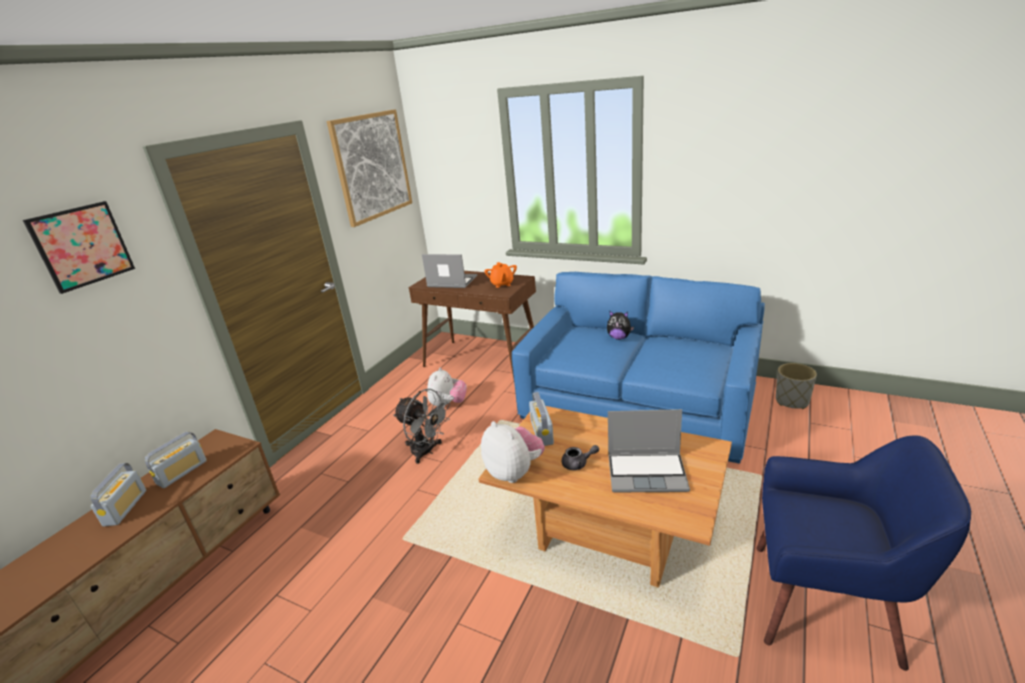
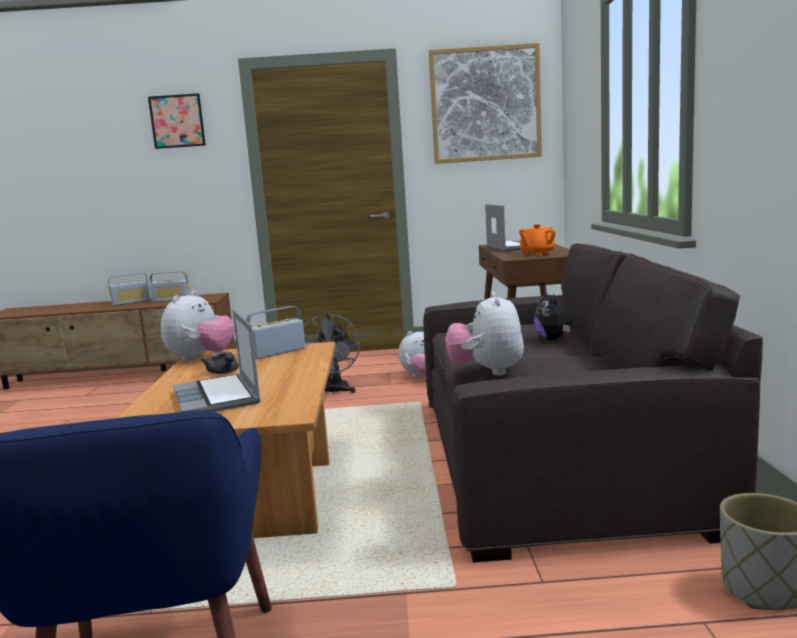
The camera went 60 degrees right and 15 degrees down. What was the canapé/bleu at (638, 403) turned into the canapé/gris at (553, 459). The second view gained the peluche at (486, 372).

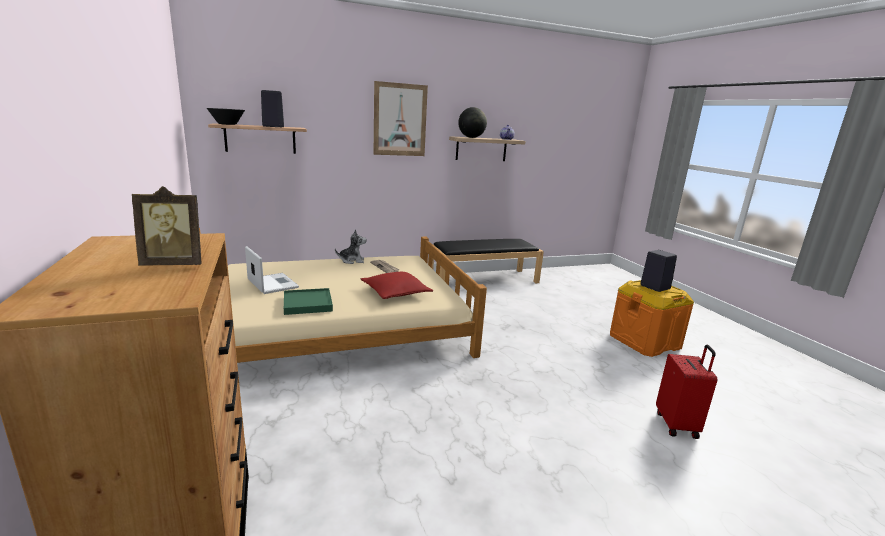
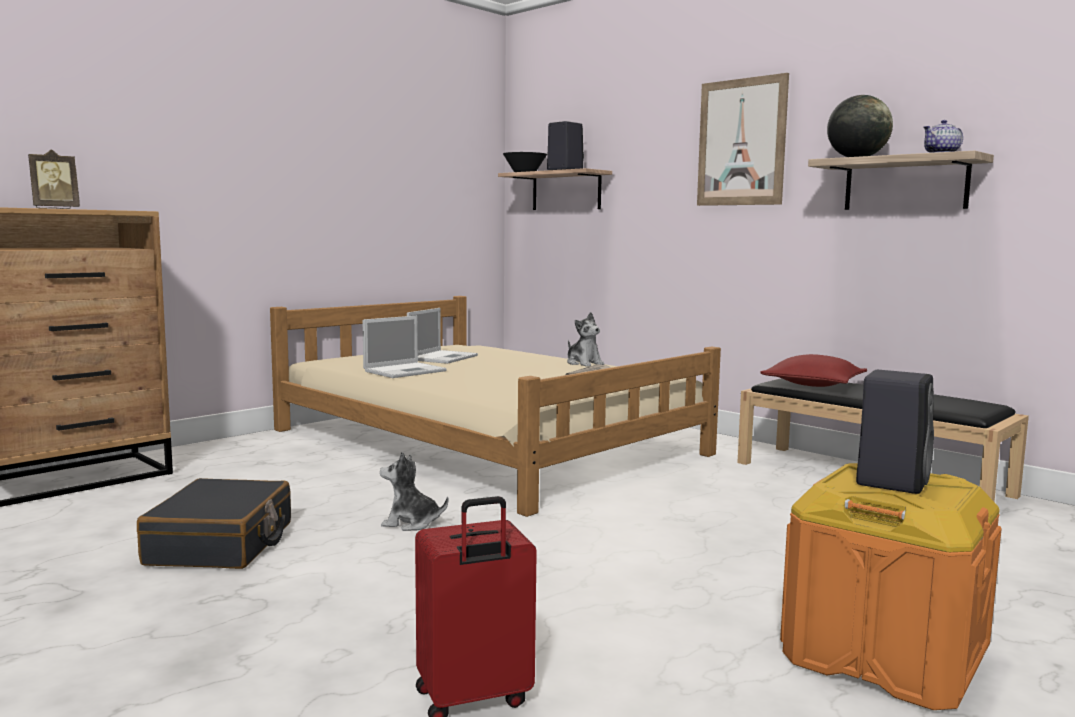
The camera went 65 degrees right and 10 degrees down. The cadre photo at (175, 264) ended up facing another way, 90 degrees counterclockwise from before. The coussin/rouge ended up elsewhere, having gone from (395, 292) to (813, 384). Where the plateau/vert stood at (307, 304), the ordinateur portable came to stand at (406, 371). The second view gained the peluche at (411, 523). The second view gained the valise/noir at (221, 544).

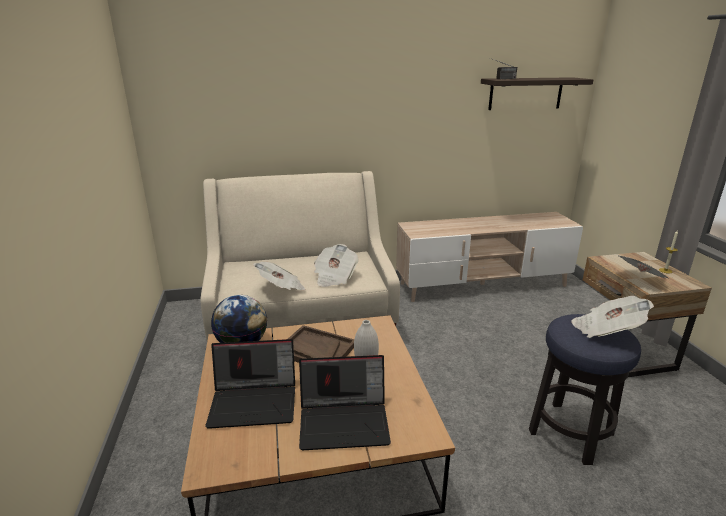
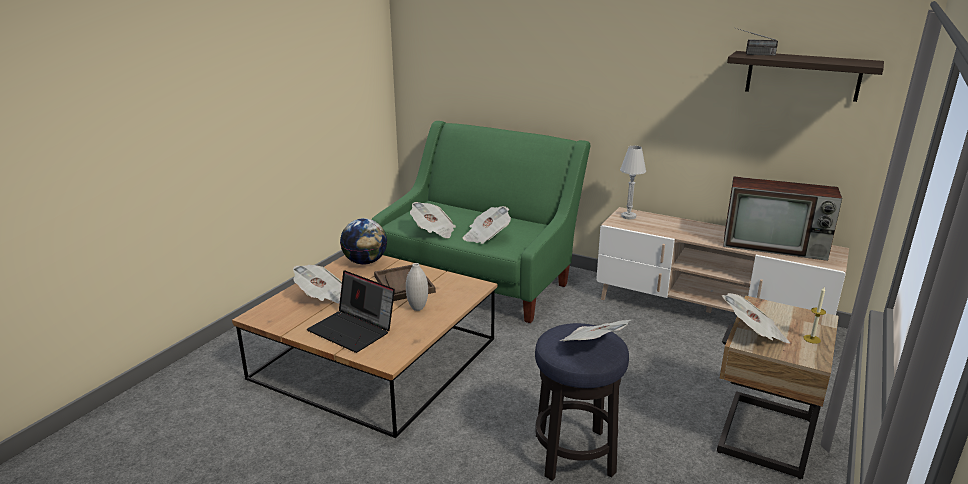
The camera went 40 degrees right and 0 degrees up. What was the canapé/beige at (302, 321) turned into the canapé/vert at (478, 278). Where the ordinateur portable stood at (255, 402), the journal came to stand at (323, 297). The second view gained the lampe de table/blanc at (628, 216). The second view gained the téléviseur at (776, 247).

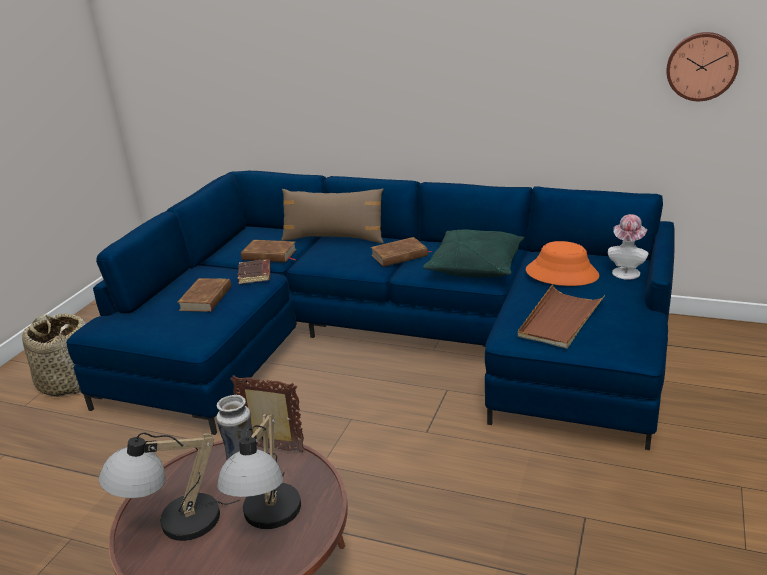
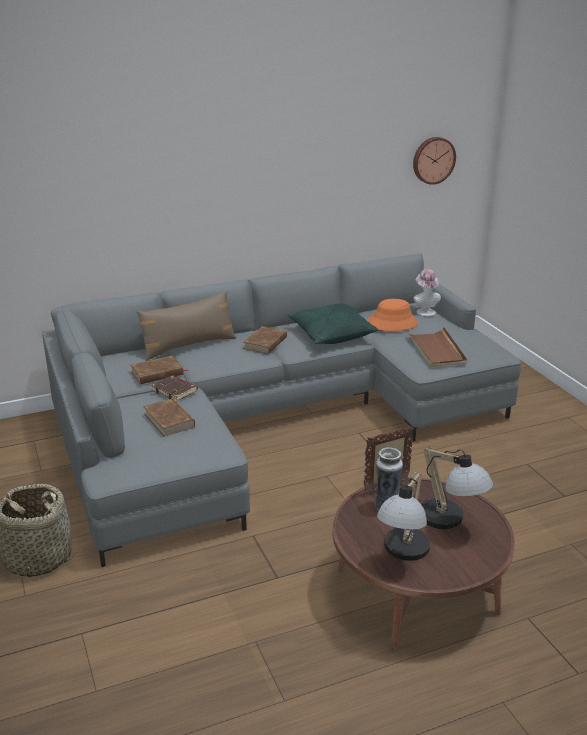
The camera went 45 degrees left and 0 degrees up. What was the canapé/bleu at (384, 341) turned into the canapé/gris at (268, 420).

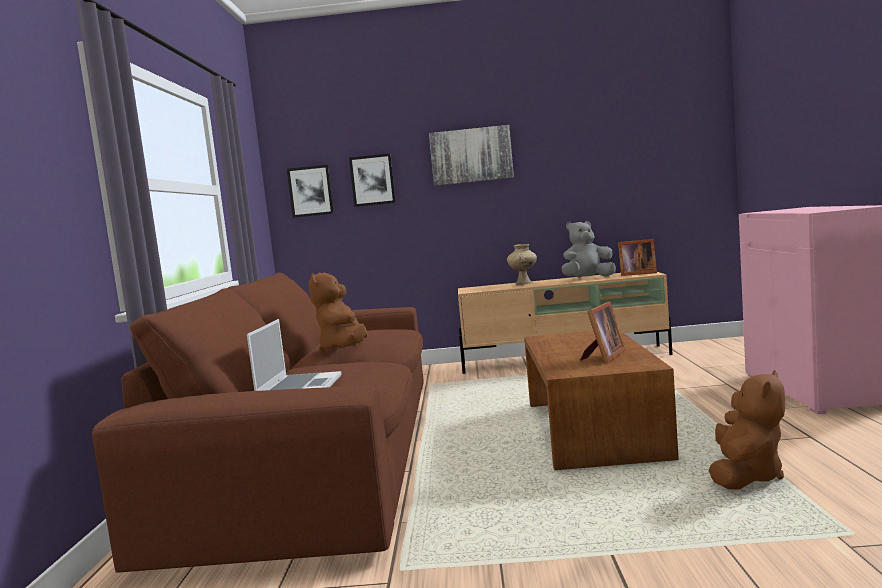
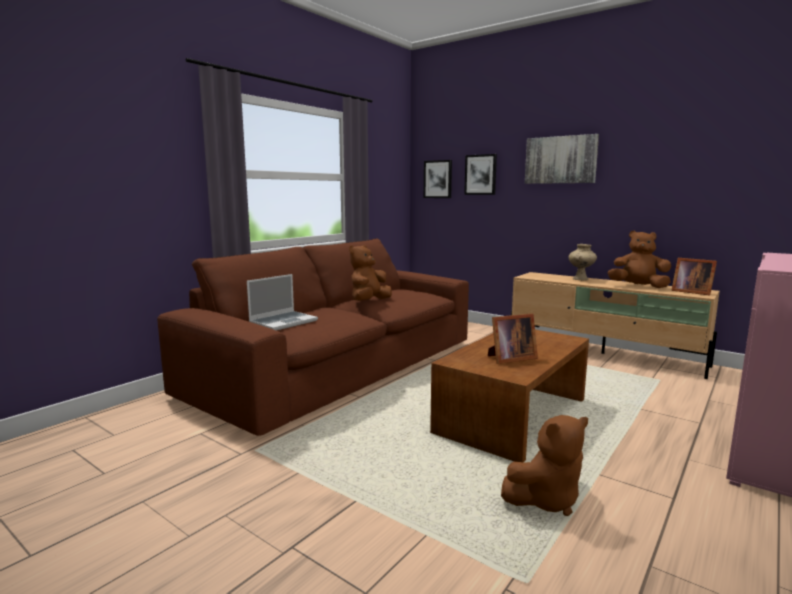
The camera went 35 degrees right and 5 degrees up. What was the peluche/gris at (587, 278) turned into the peluche/marron at (638, 286).

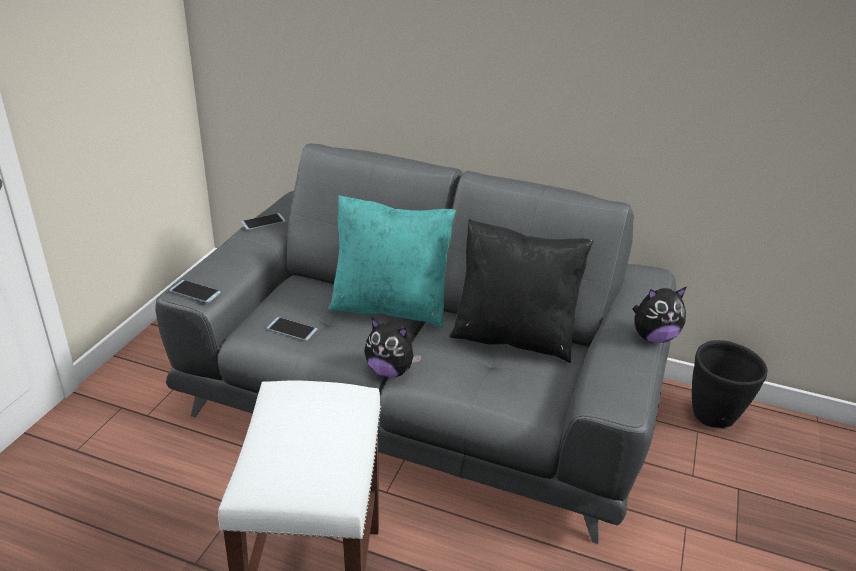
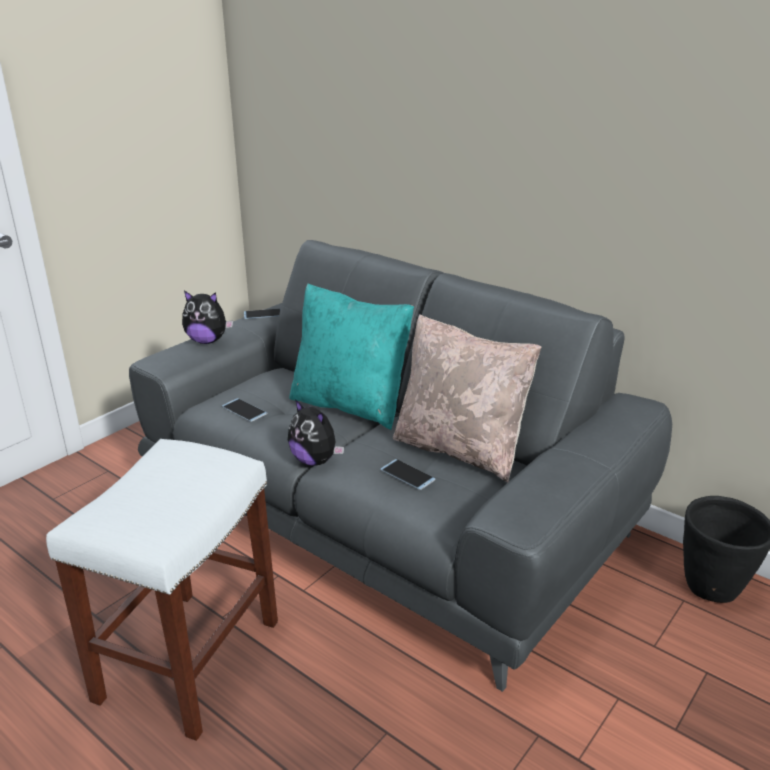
The camera went 20 degrees right and 5 degrees down. What was the coussin/noir at (513, 337) turned into the coussin/beige at (460, 449). The téléphone ended up elsewhere, having gone from (195, 292) to (407, 475). The peluche ended up elsewhere, having gone from (653, 337) to (207, 341).

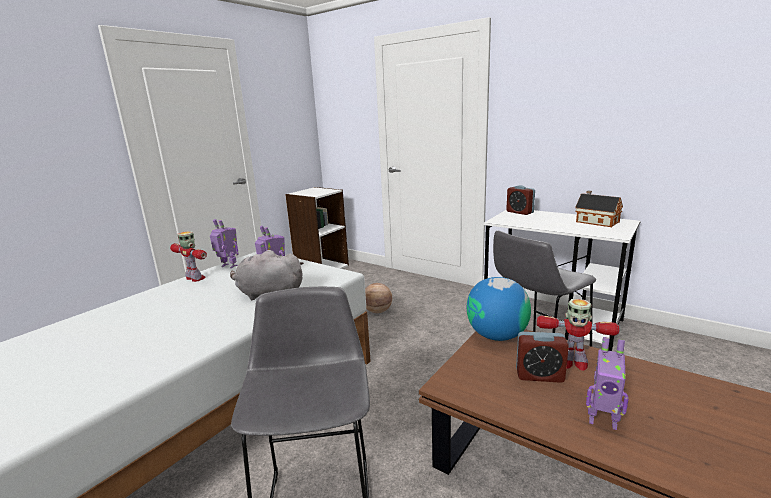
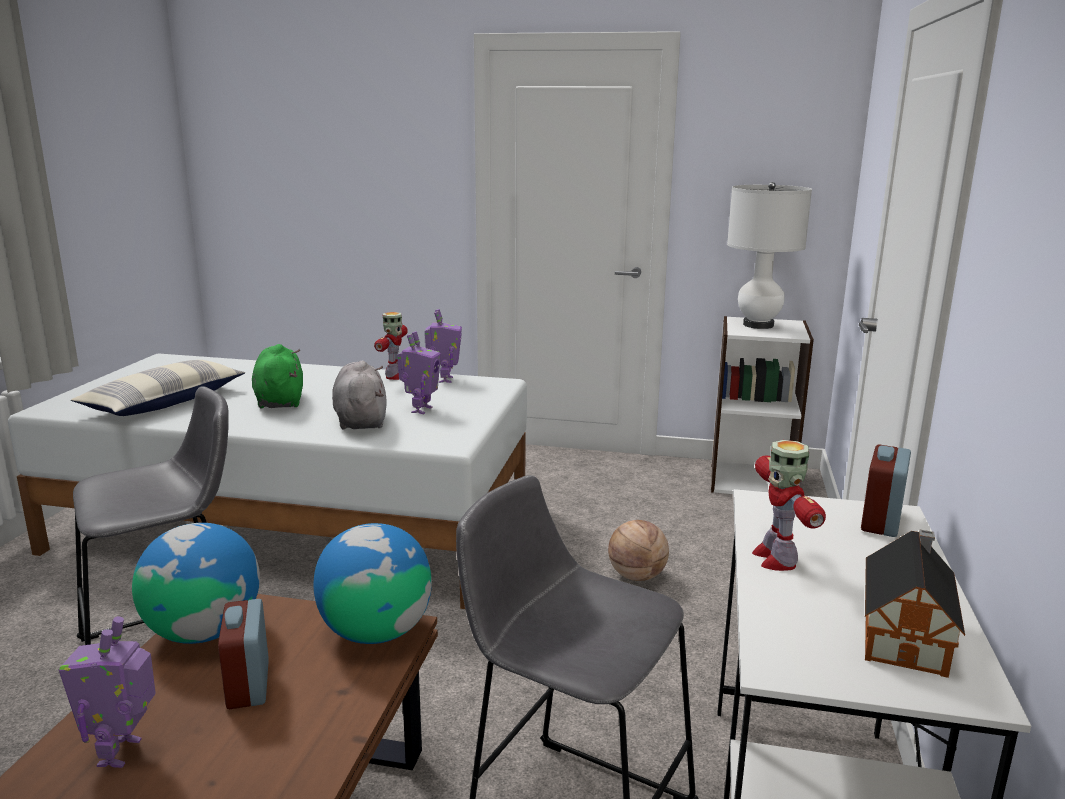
The camera went 65 degrees right and 0 degrees up. The robot jouet ended up elsewhere, having gone from (572, 363) to (775, 558). The second view gained the lampe de table/blanc at (758, 325). The second view gained the peluche/vert at (279, 400). The second view gained the coussin at (165, 402). The second view gained the globe at (204, 631).

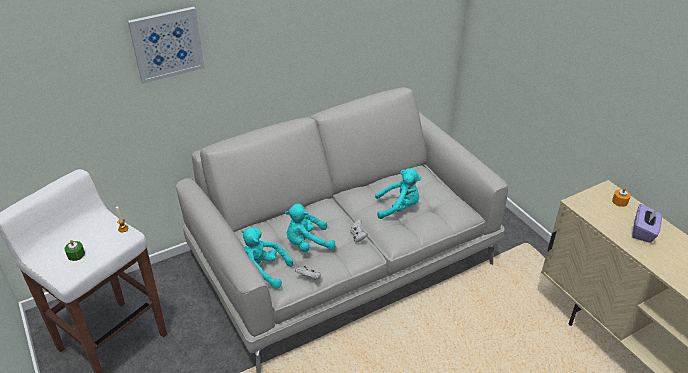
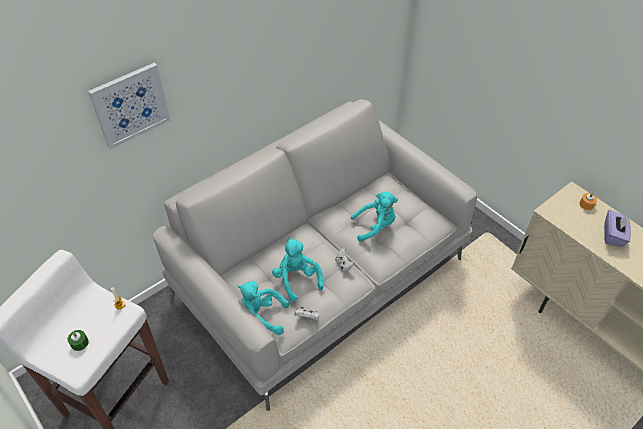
The camera went 10 degrees left and 10 degrees up. The peluche/turquoise at (307, 244) ended up facing another way, 90 degrees clockwise from before.

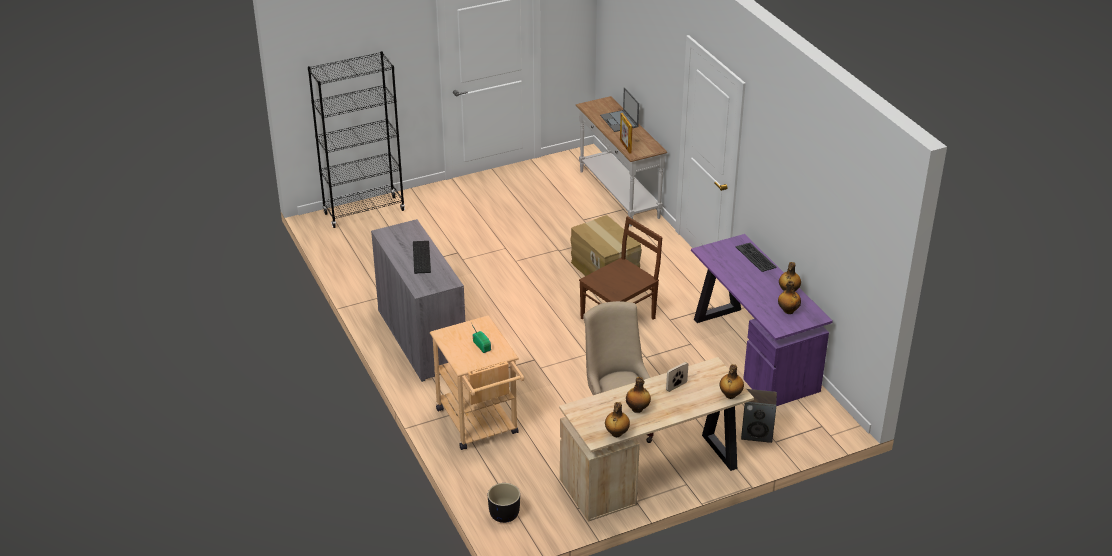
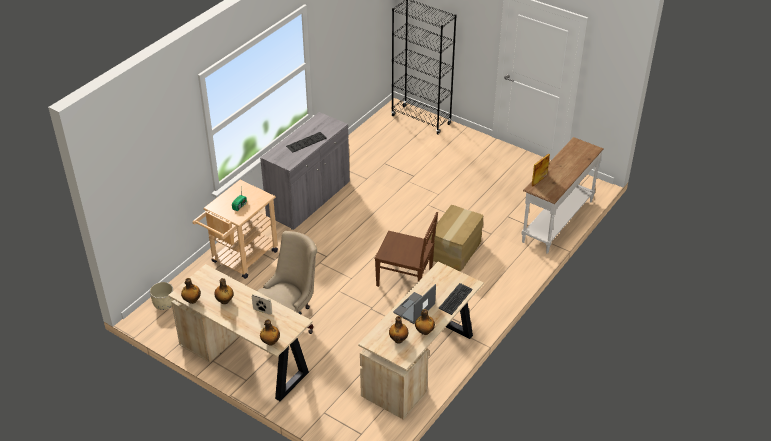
The camera went 60 degrees right and 5 degrees up. The ordinateur portable ended up elsewhere, having gone from (619, 121) to (414, 308). What was the bureau/violet at (752, 352) turned into the bureau/beige at (421, 364). The second view lost the enceinte at (757, 433). What was the cache-pot/noir at (503, 514) turned into the cache-pot/beige at (164, 304).

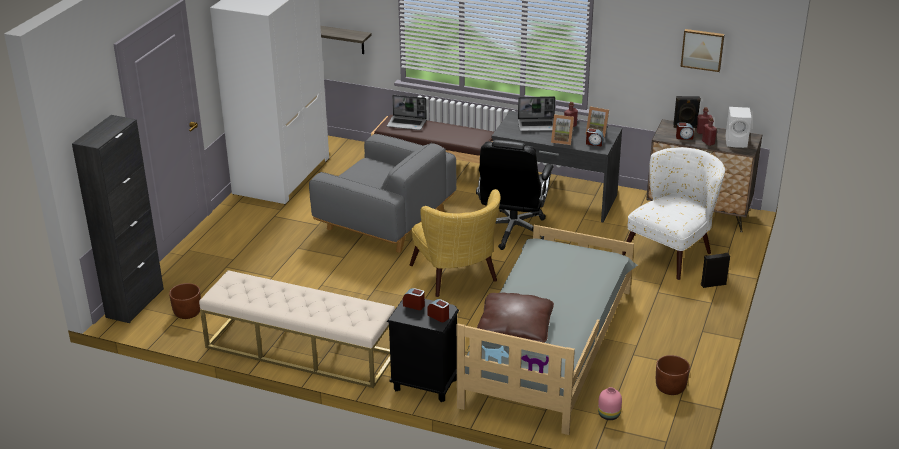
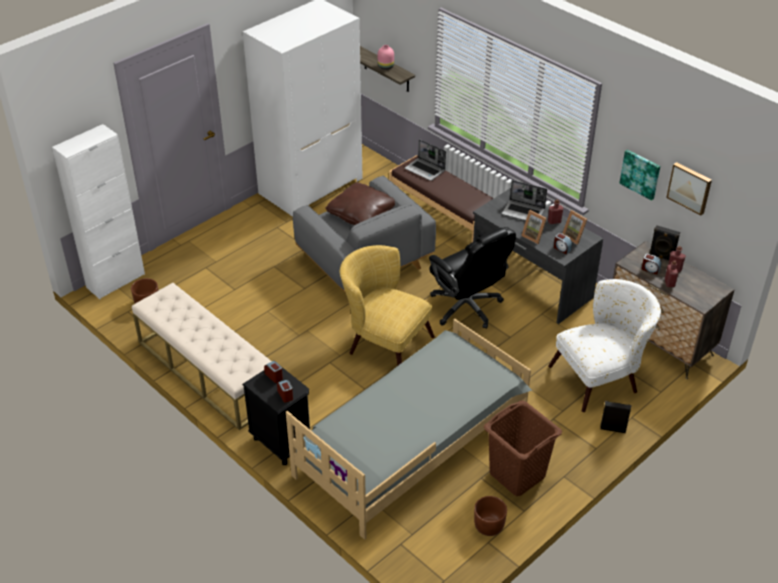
The camera went 25 degrees right and 10 degrees up. The second view lost the enceinte/blanc at (737, 142). What was the meuble de rangement/noir at (135, 303) turned into the meuble de rangement/blanc at (115, 281). The chaise de bureau/noir at (512, 231) ended up facing another way, 75 degrees counterclockwise from before. The fauteuil/jaune at (457, 278) ended up facing another way, 120 degrees clockwise from before. The coussin/marron ended up elsewhere, having gone from (515, 330) to (361, 214). The vase/rose ended up elsewhere, having gone from (608, 415) to (385, 67). The second view gained the tableau at (640, 174). The second view gained the panier à linge/marron at (517, 475).

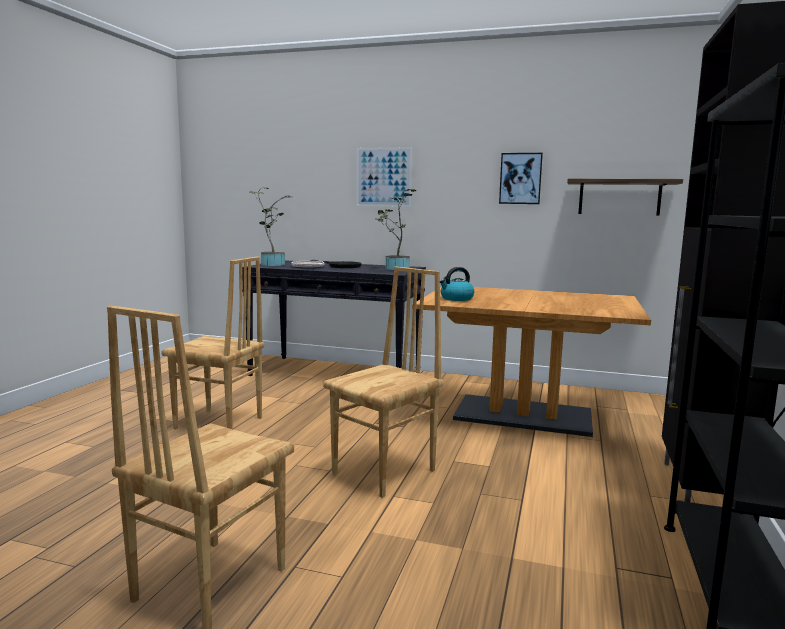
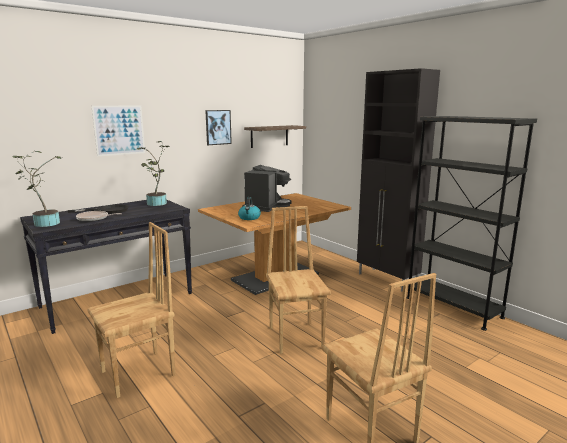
The camera went 55 degrees left and 5 degrees up. The second view gained the machine à café at (266, 206).

